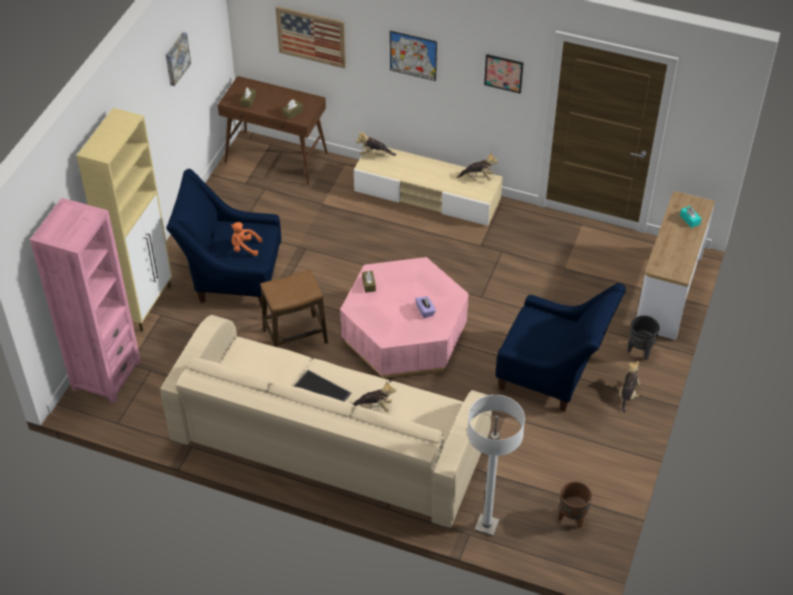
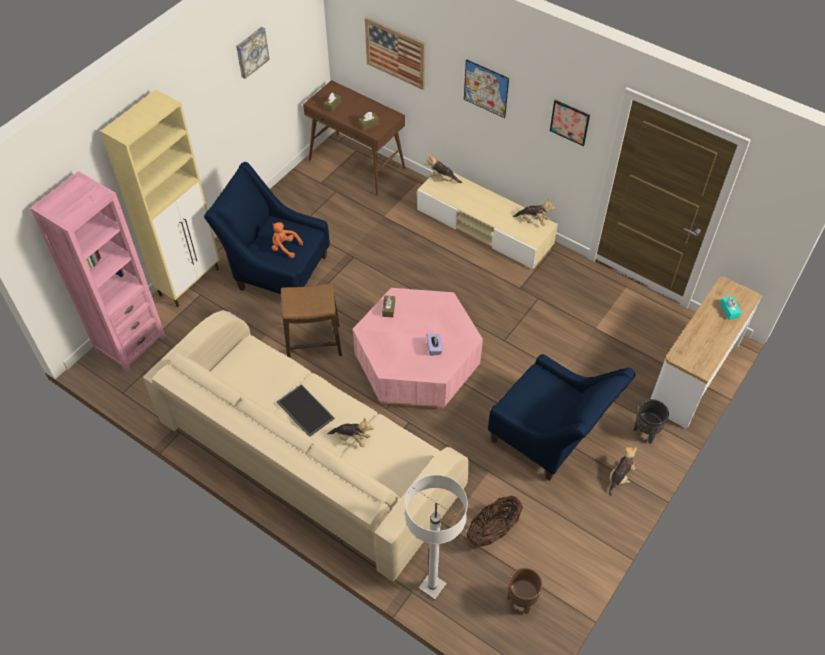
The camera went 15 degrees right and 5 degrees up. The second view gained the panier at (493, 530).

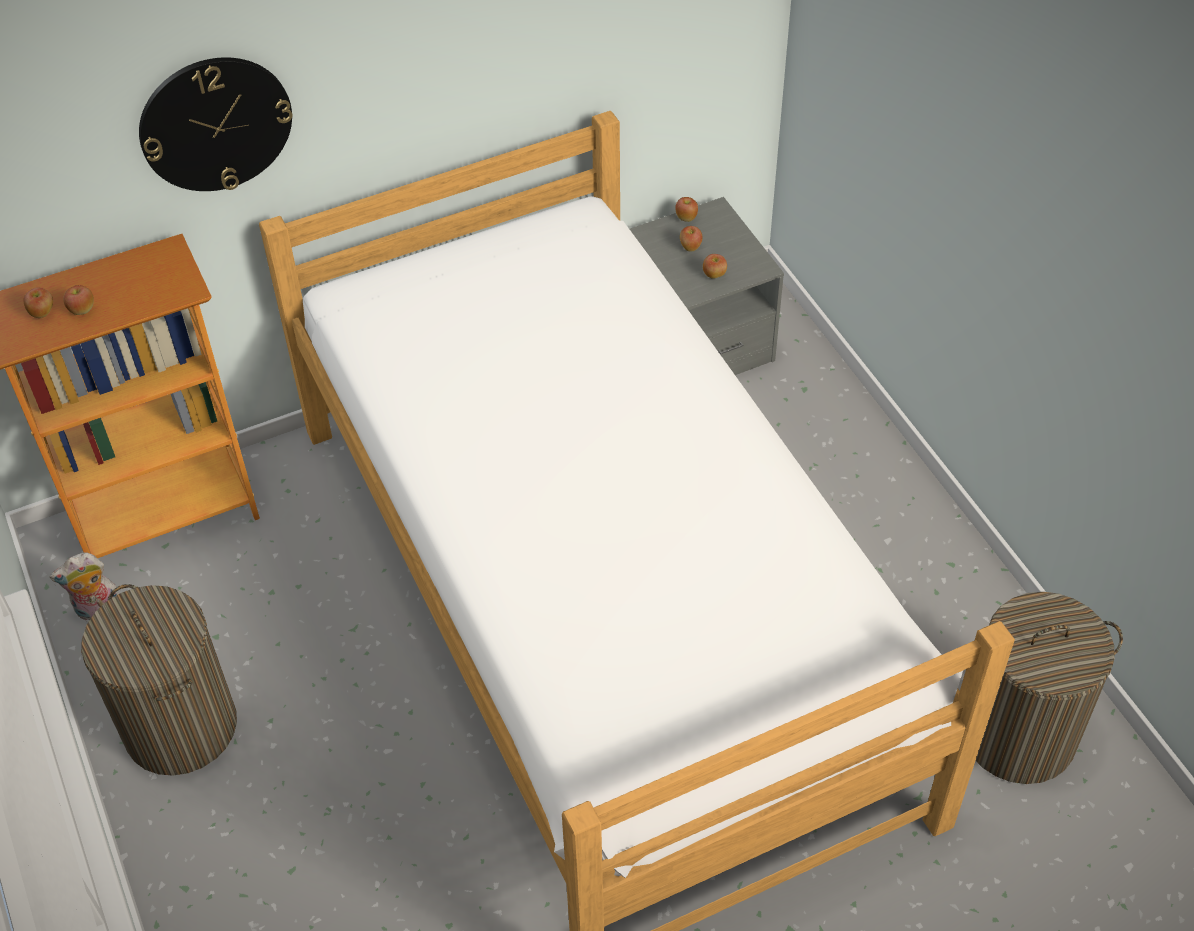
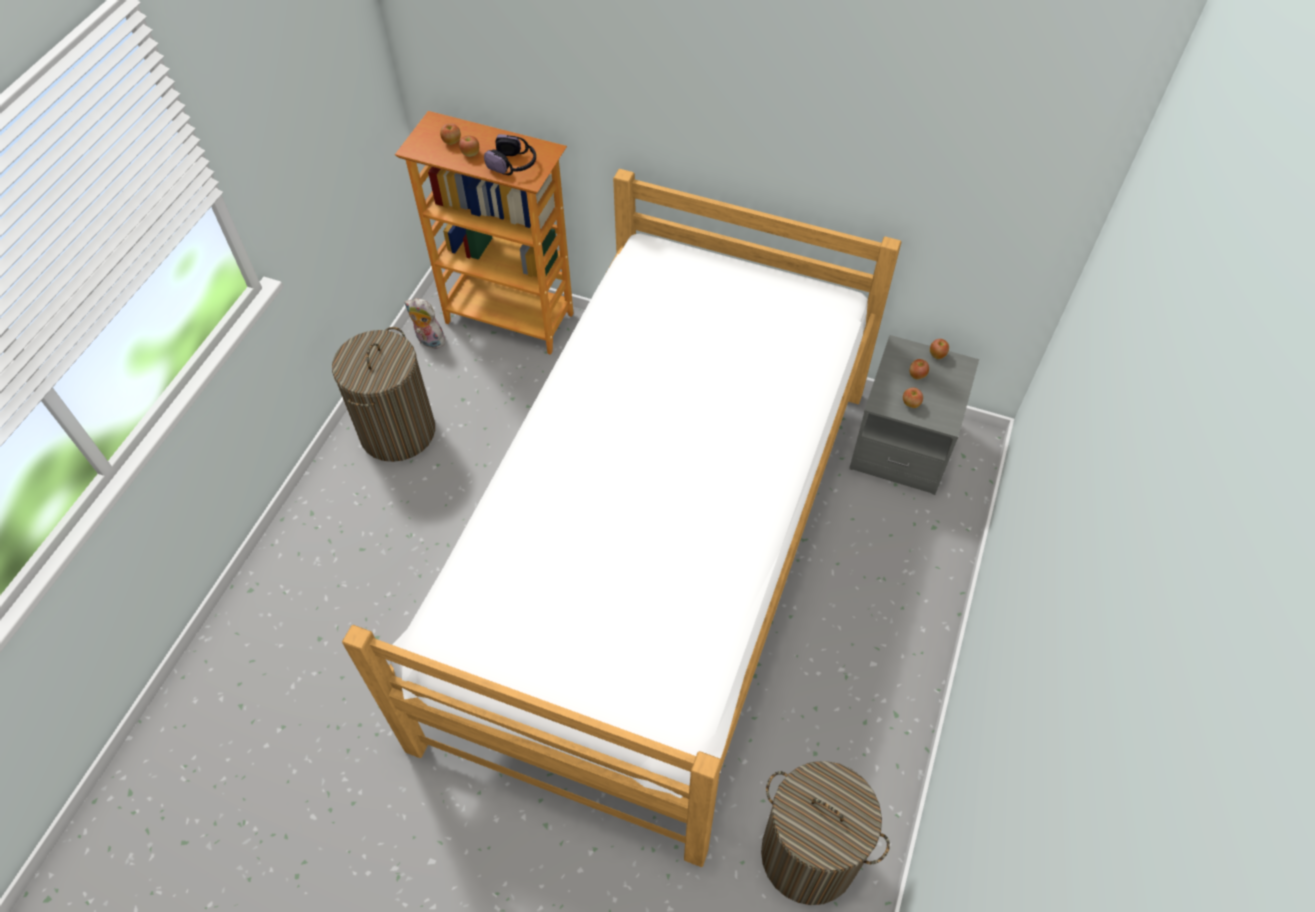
The camera went 45 degrees right and 5 degrees up. The second view lost the horloge murale at (215, 124). The second view gained the casque audio at (513, 165).

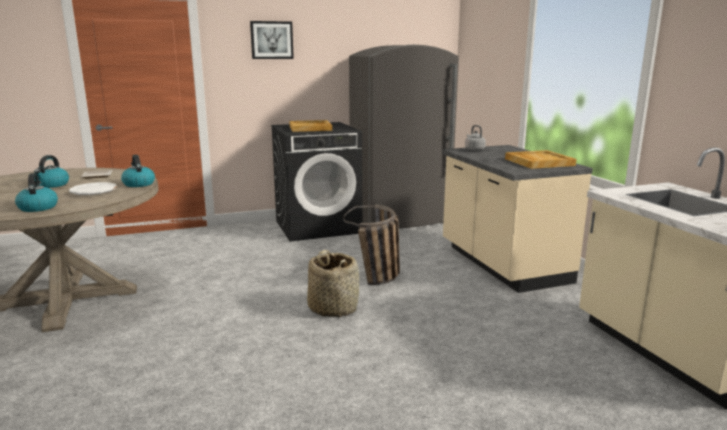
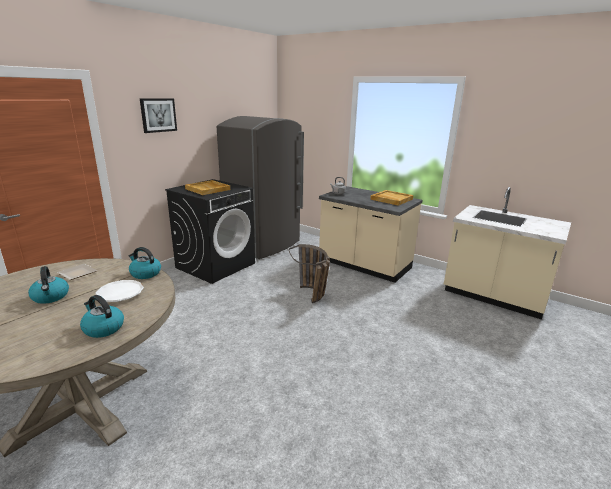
The camera went 35 degrees left and 5 degrees up. The second view lost the panier at (333, 308).

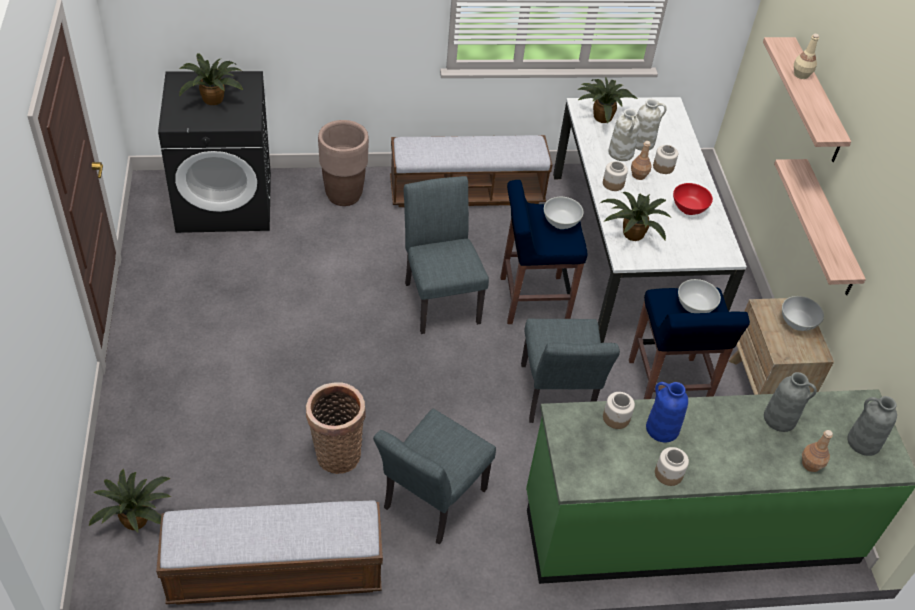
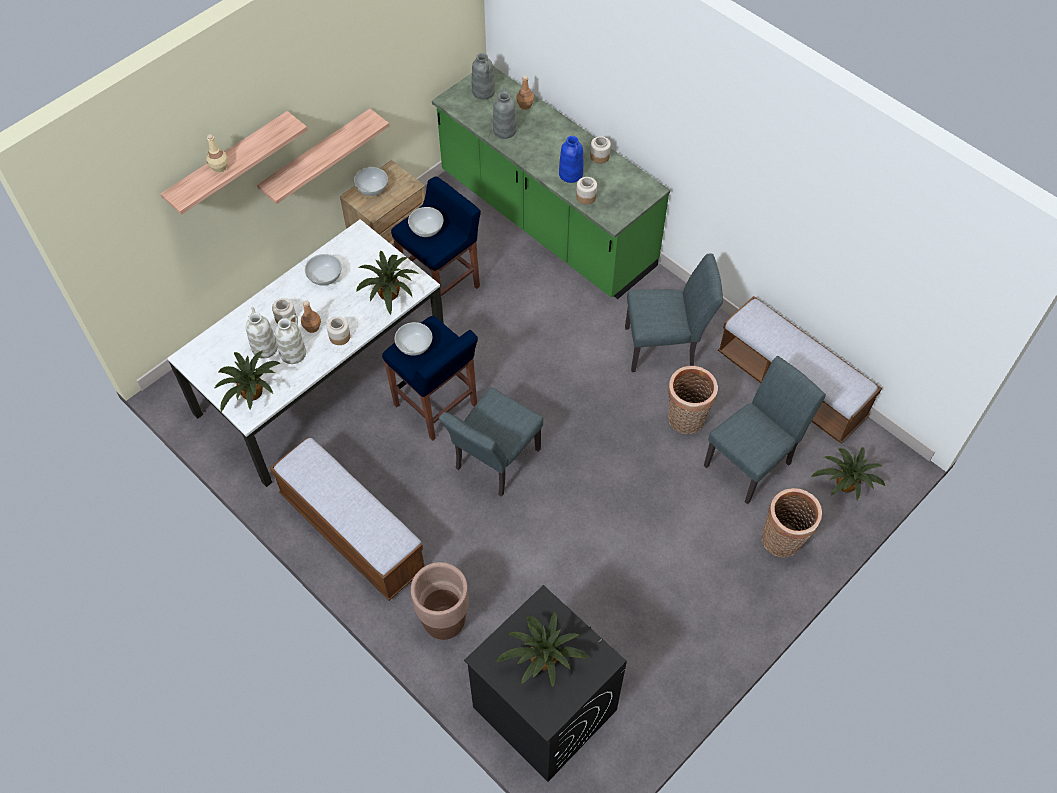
The camera went 125 degrees left and 10 degrees up. What was the bol/rouge at (688, 208) turned into the bol/blanc at (325, 278). The chaise/gris ended up elsewhere, having gone from (557, 399) to (752, 461). The second view gained the panier at (783, 542).

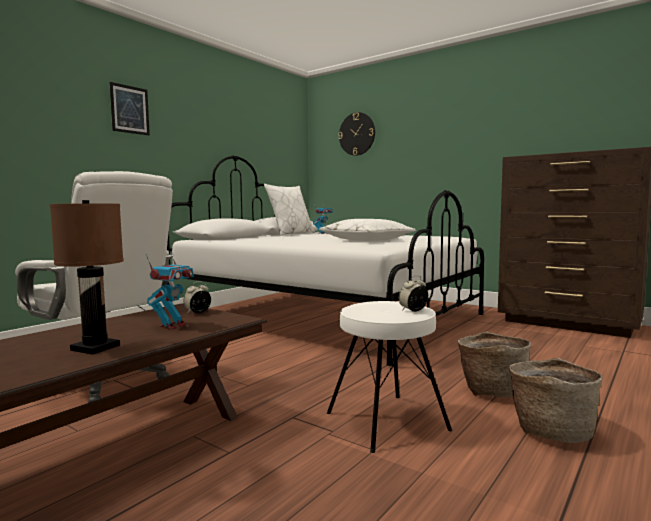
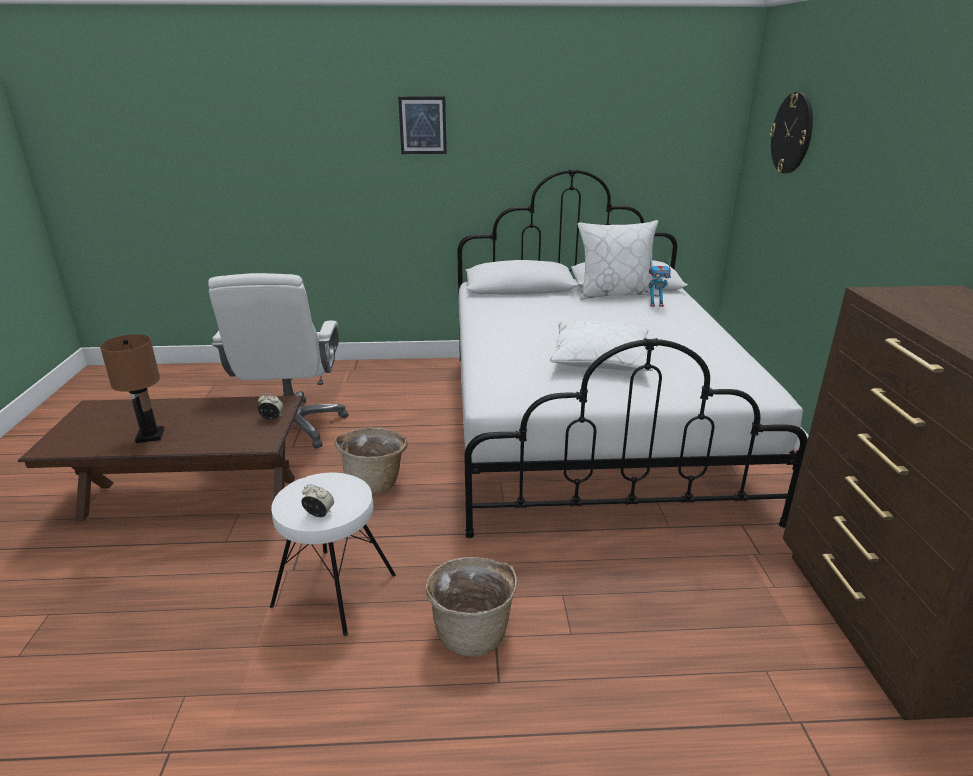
The camera went 50 degrees right and 20 degrees up. The second view lost the robot jouet at (172, 326). The panier ended up elsewhere, having gone from (551, 430) to (375, 481).

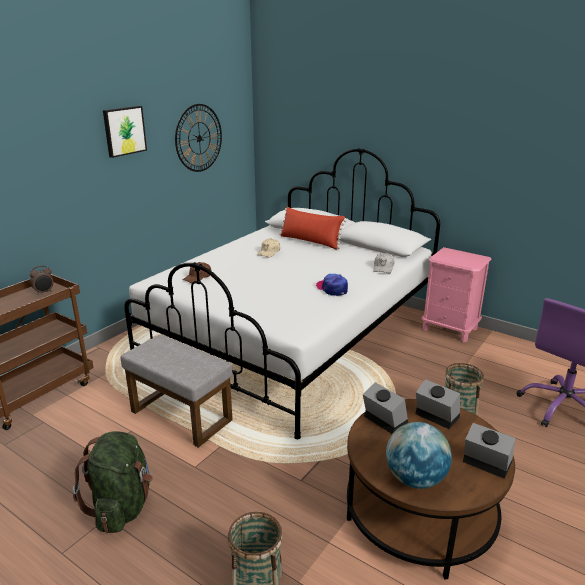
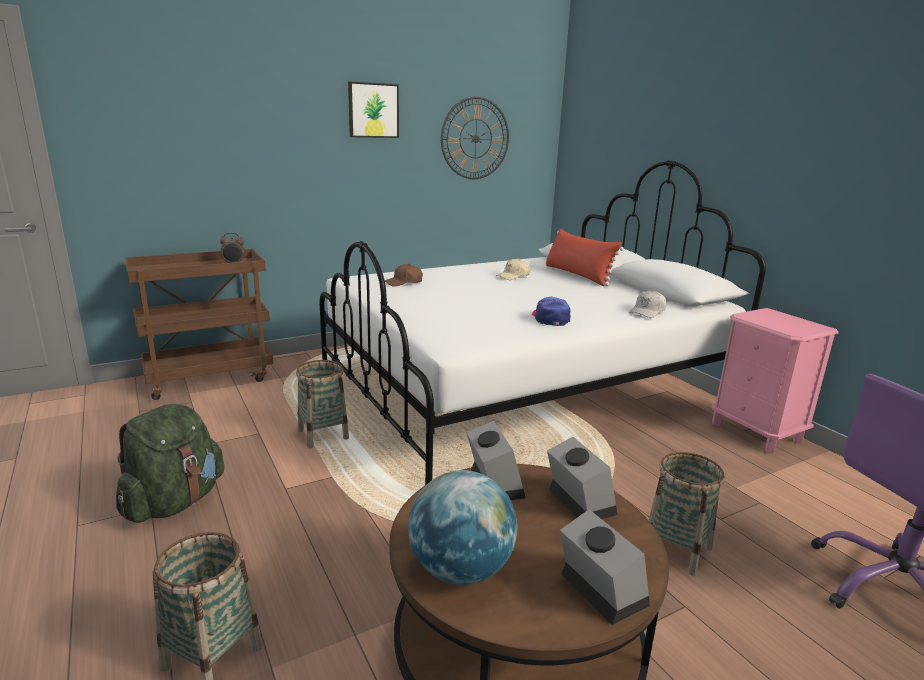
The camera went 25 degrees right and 5 degrees down. Where the pouf/gris stood at (182, 416), the panier came to stand at (323, 434).

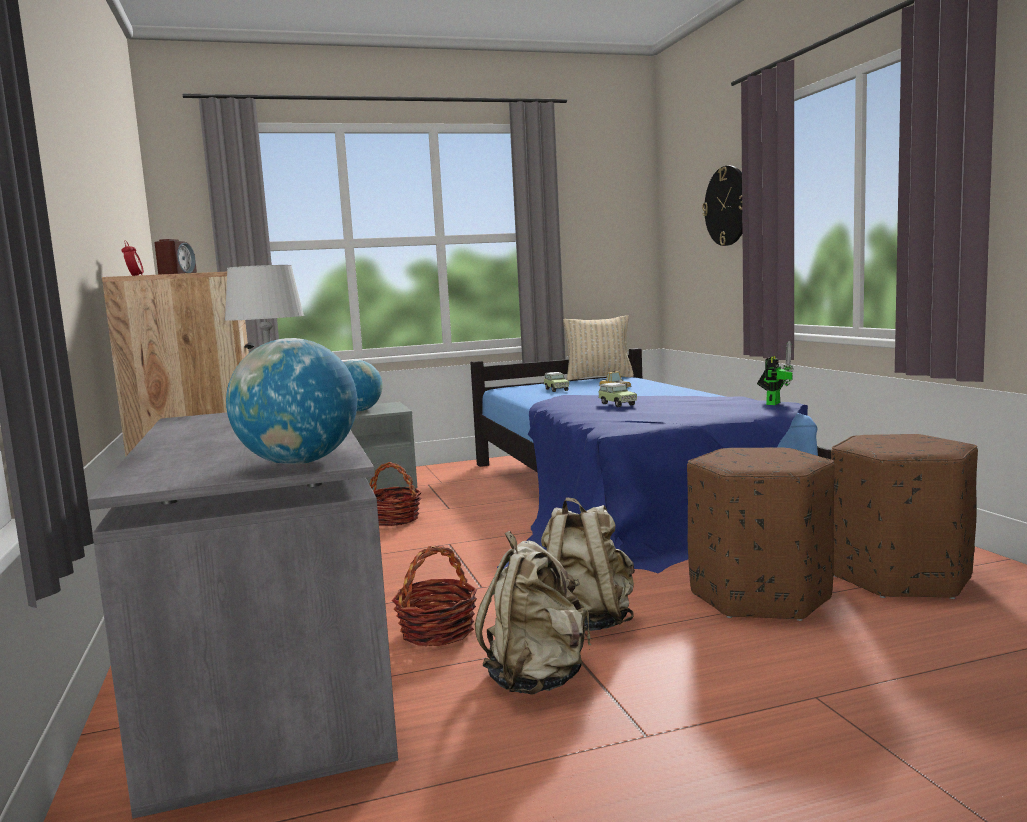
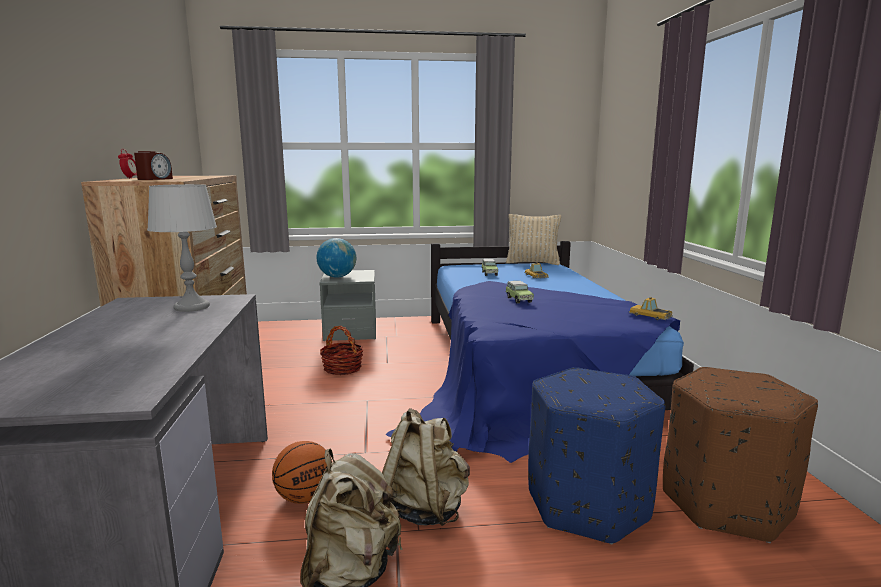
The camera went 10 degrees right and 5 degrees up. The second view lost the horloge murale at (727, 206). The second view lost the globe at (298, 463). Where the robot jouet stood at (774, 403), the petite voiture came to stand at (649, 315). What was the pouf/marron at (760, 595) turned into the pouf/bleu at (588, 504). Where the panier stood at (437, 631), the ballon de basket came to stand at (304, 497).

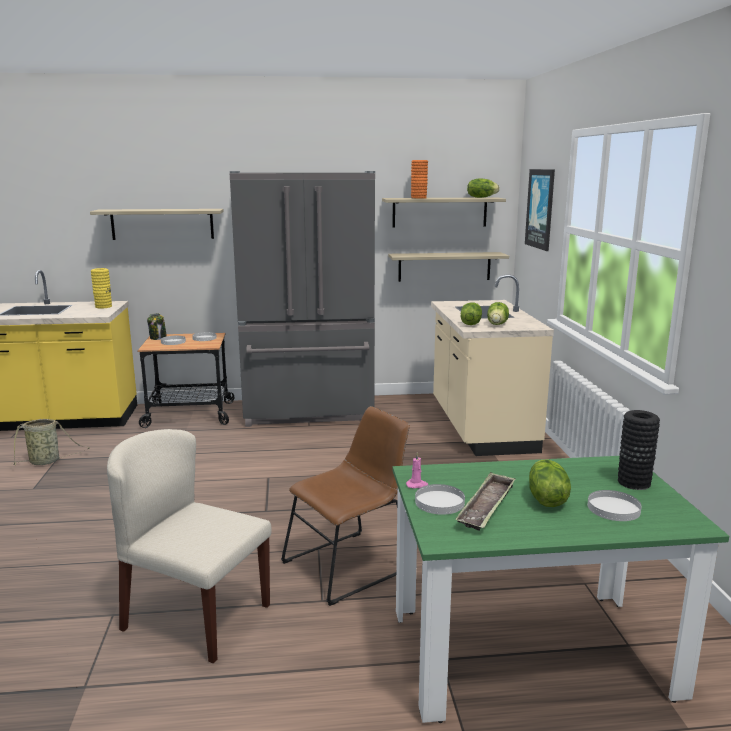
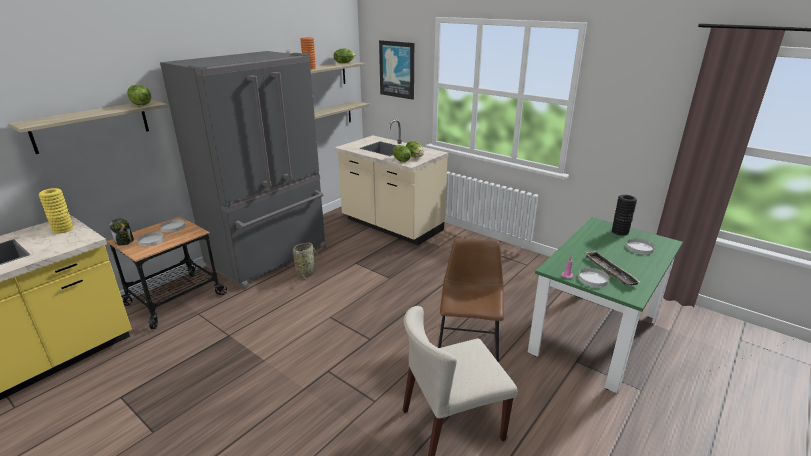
The camera went 45 degrees left and 10 degrees up. The panier ended up elsewhere, having gone from (47, 461) to (306, 273). The laitue ended up elsewhere, having gone from (545, 499) to (140, 104).

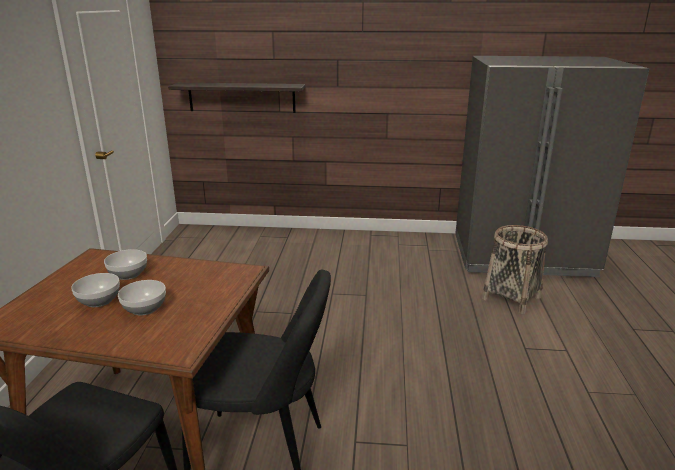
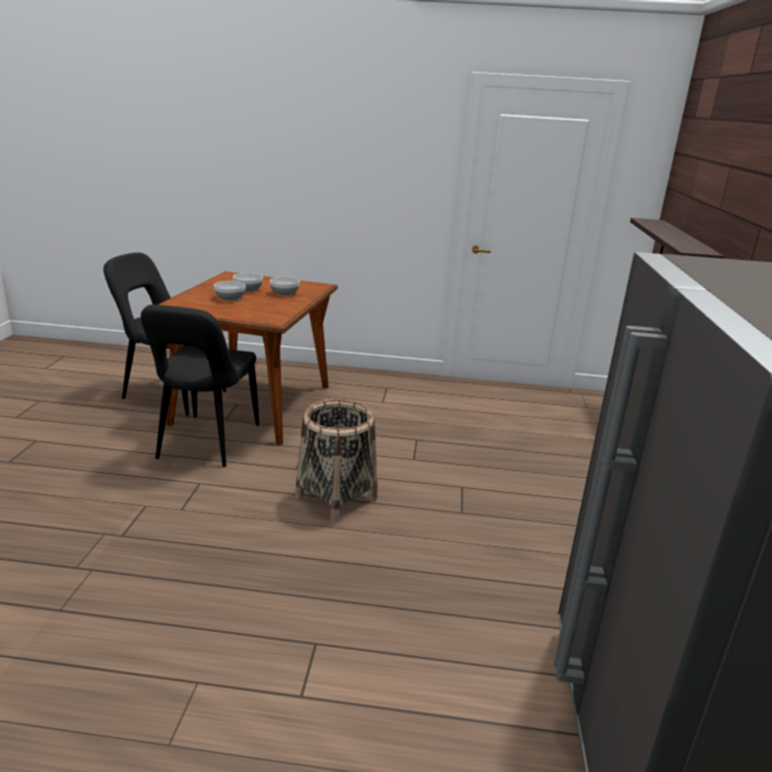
The camera went 90 degrees right and 0 degrees up. The panier ended up elsewhere, having gone from (511, 298) to (336, 498).

